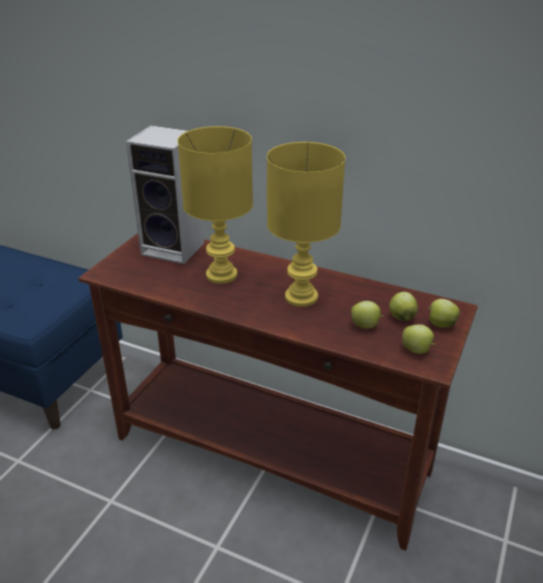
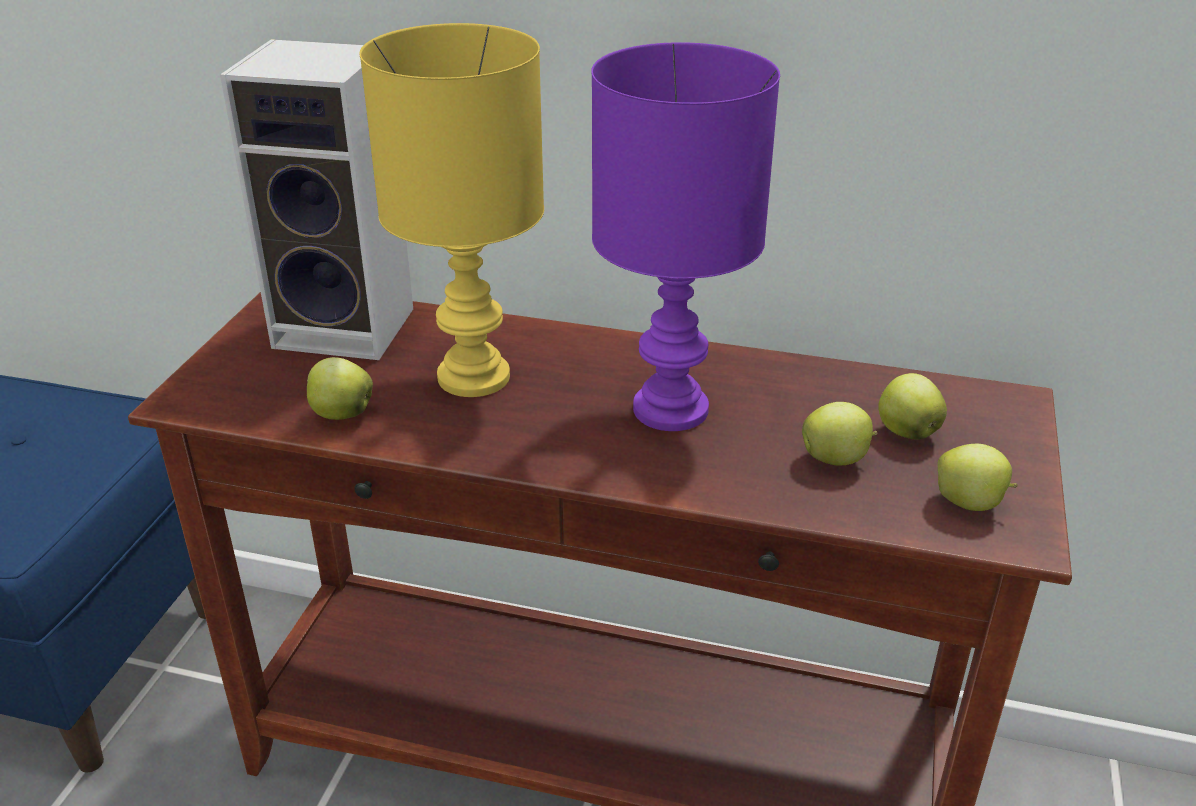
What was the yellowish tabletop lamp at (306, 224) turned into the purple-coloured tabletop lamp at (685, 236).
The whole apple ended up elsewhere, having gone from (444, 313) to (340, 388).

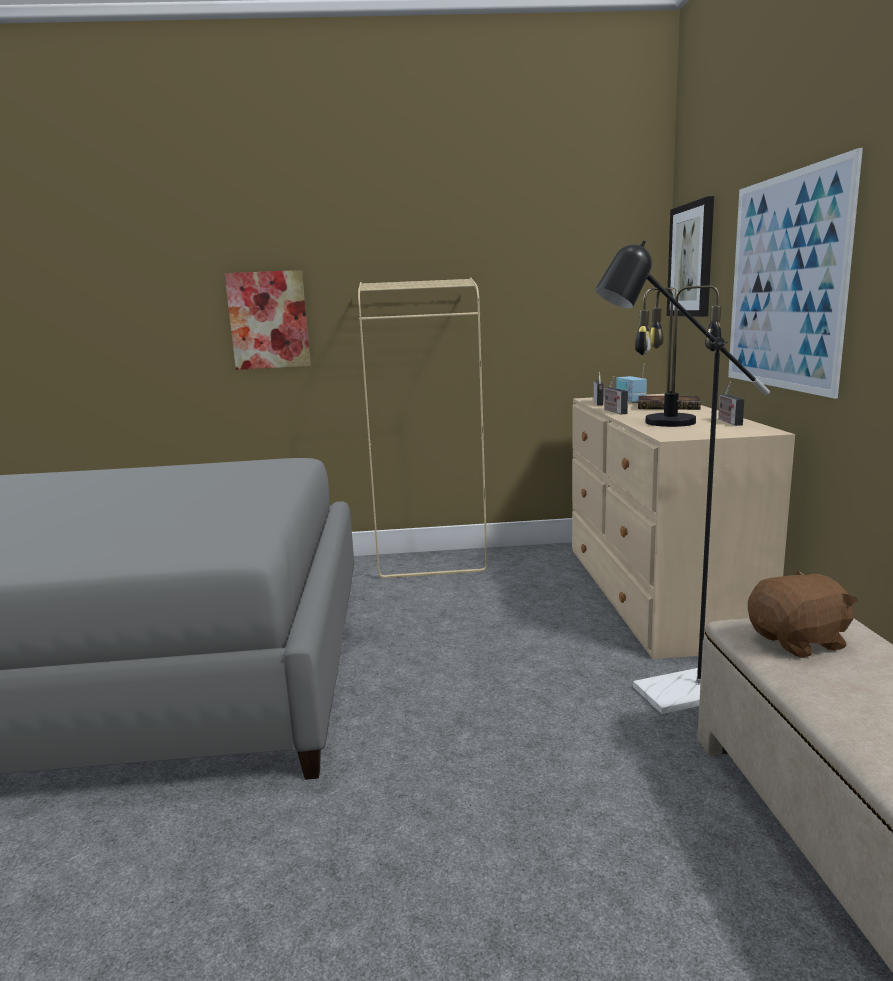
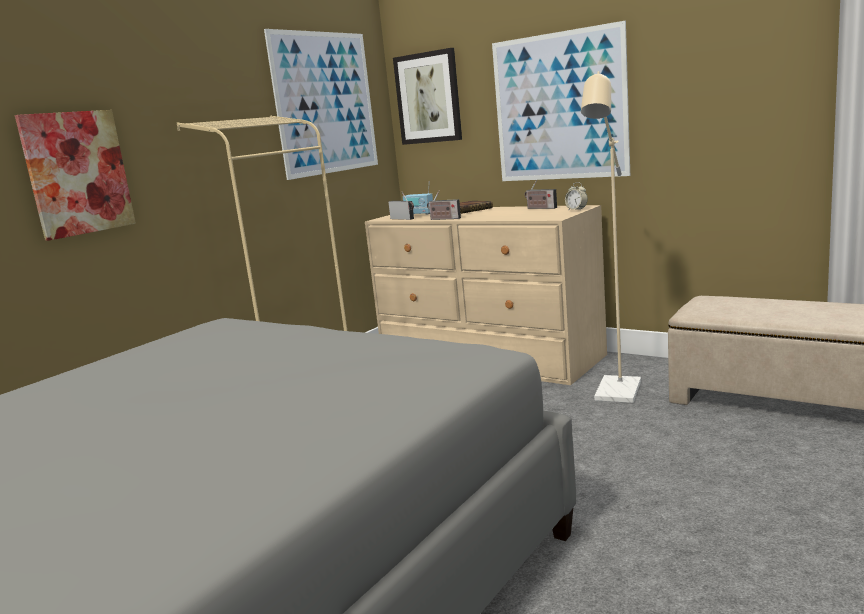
What was the blackish floor lamp at (682, 477) turned into the beige floor lamp at (611, 237).
The second view lost the tabletop lamp at (678, 356).
The second view lost the brown-coloured plush toy at (803, 614).
The second view gained the picture at (321, 104).
The second view gained the table clock at (576, 196).

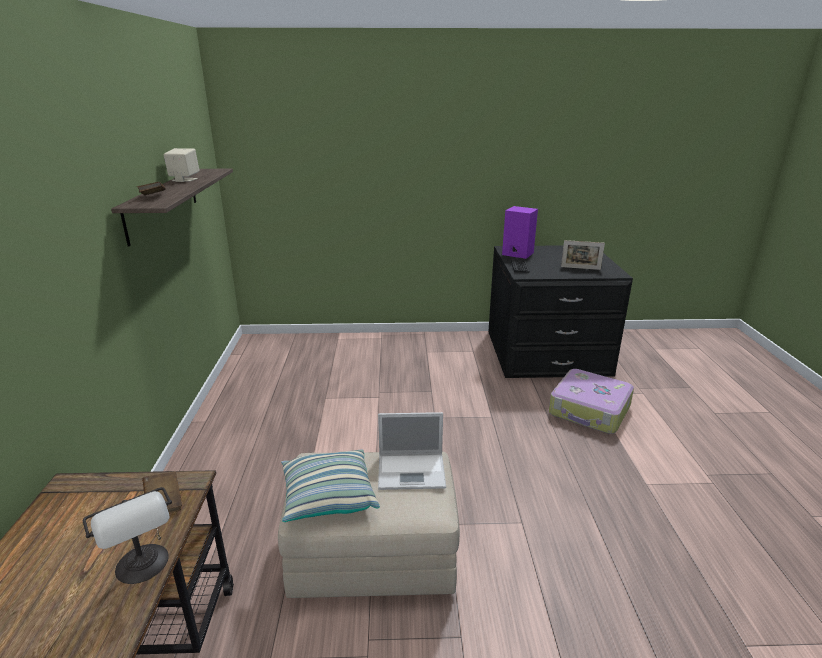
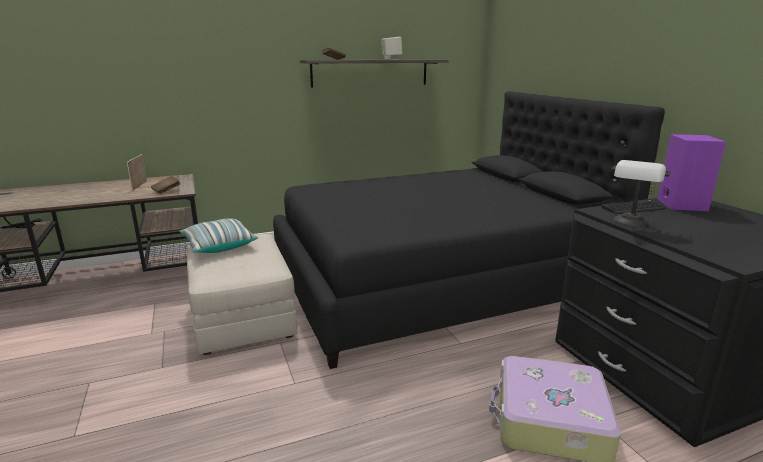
The tabletop lamp ended up elsewhere, having gone from (127, 535) to (640, 193).
The second view lost the laptop at (412, 451).
The photo frame ended up elsewhere, having gone from (583, 255) to (137, 172).
The second view gained the blackish sleeping bed at (469, 230).

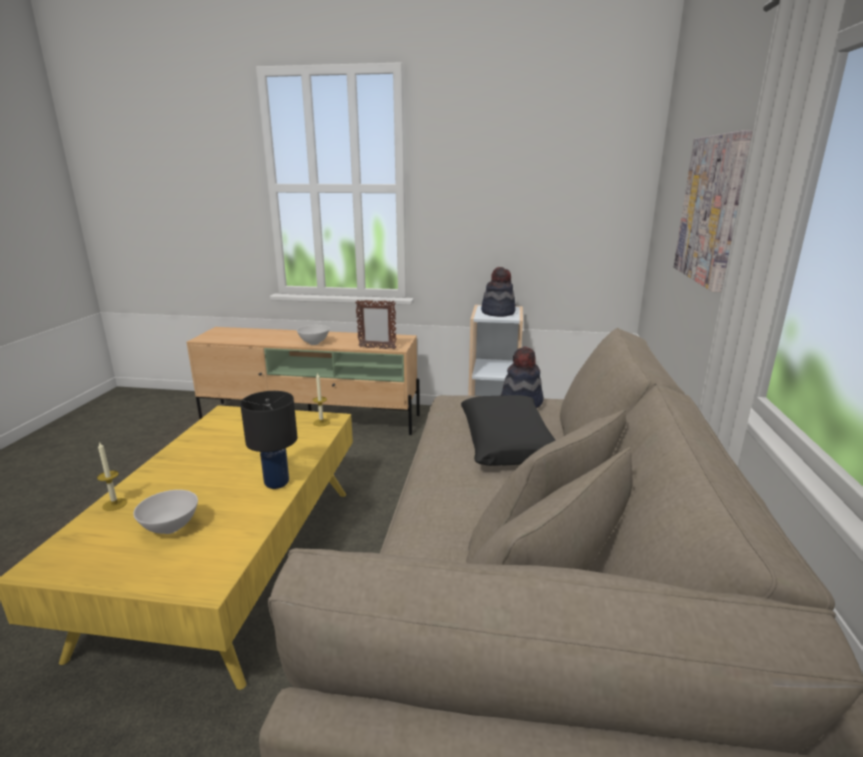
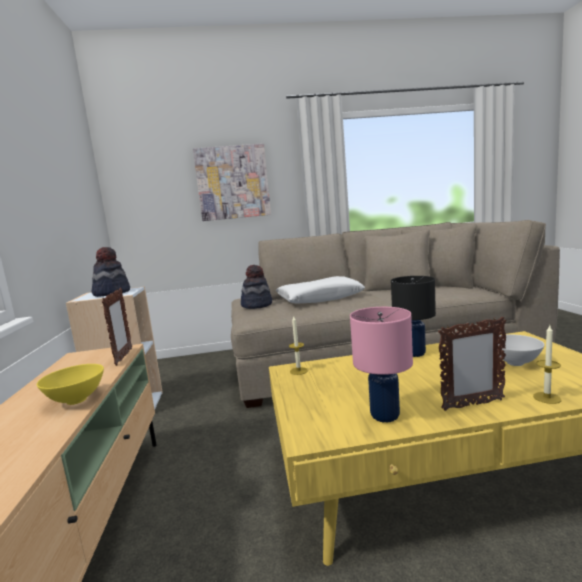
What was the white-coloured deep dish at (313, 335) turned into the yellowish deep dish at (70, 384).
What was the blackish throw pillow at (508, 430) turned into the white-coloured throw pillow at (320, 290).
The second view gained the pinkish tabletop lamp at (381, 365).
The second view gained the photo frame at (472, 364).

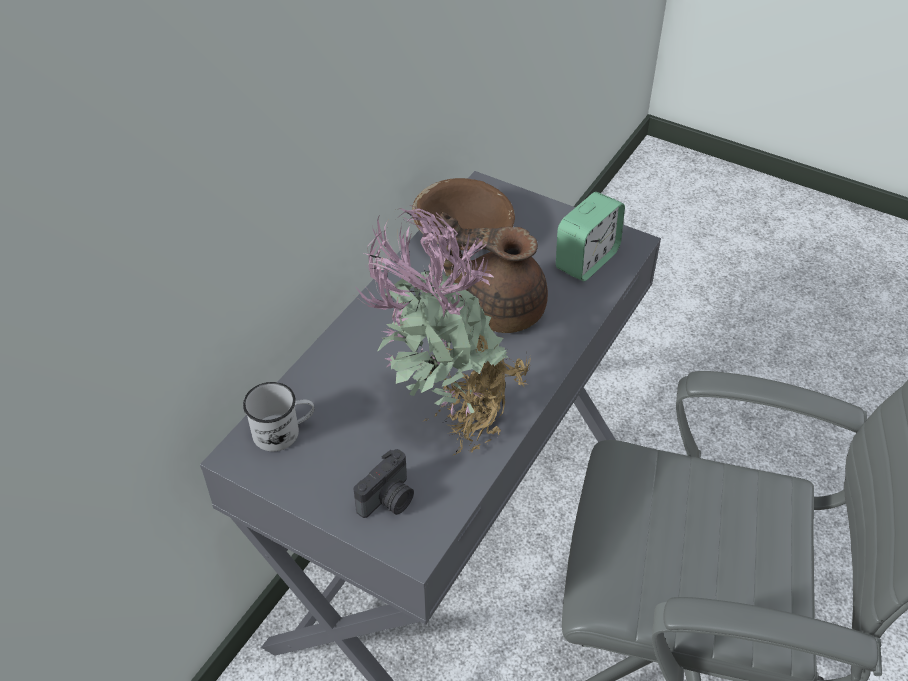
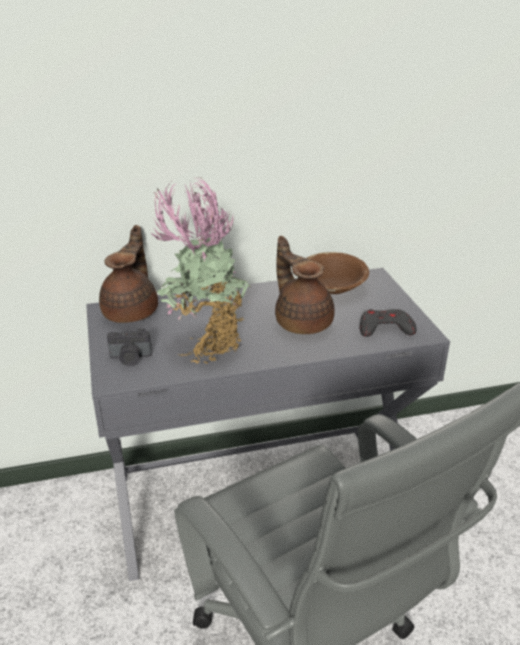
Where the white-coloured tea mug stood at (278, 416), the brown-coloured tea pot came to stand at (128, 274).
Where the table clock stood at (590, 236), the grey joypad came to stand at (388, 323).

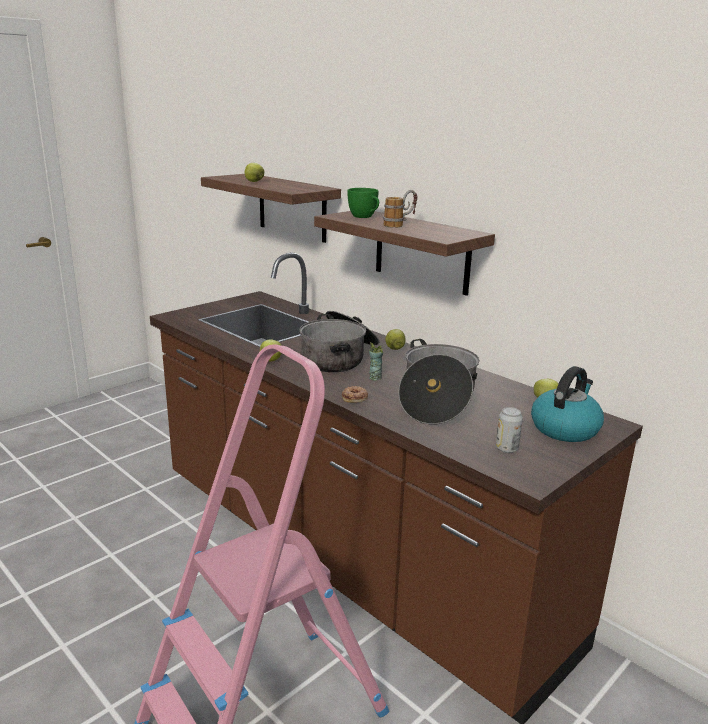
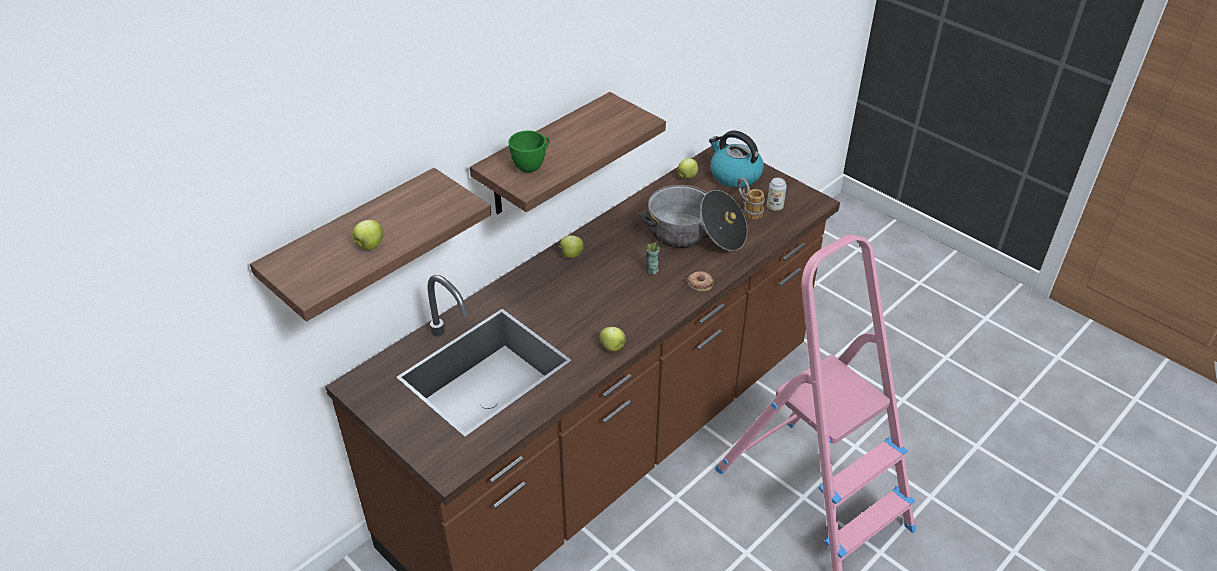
The second view lost the saucepot at (339, 341).
The tea mug ended up elsewhere, having gone from (400, 209) to (751, 198).

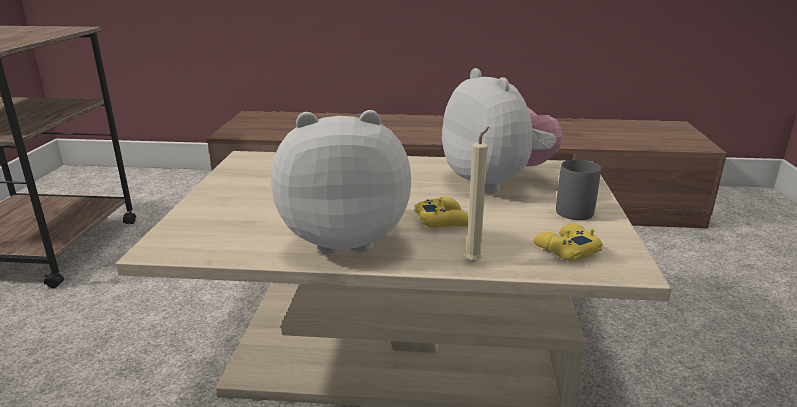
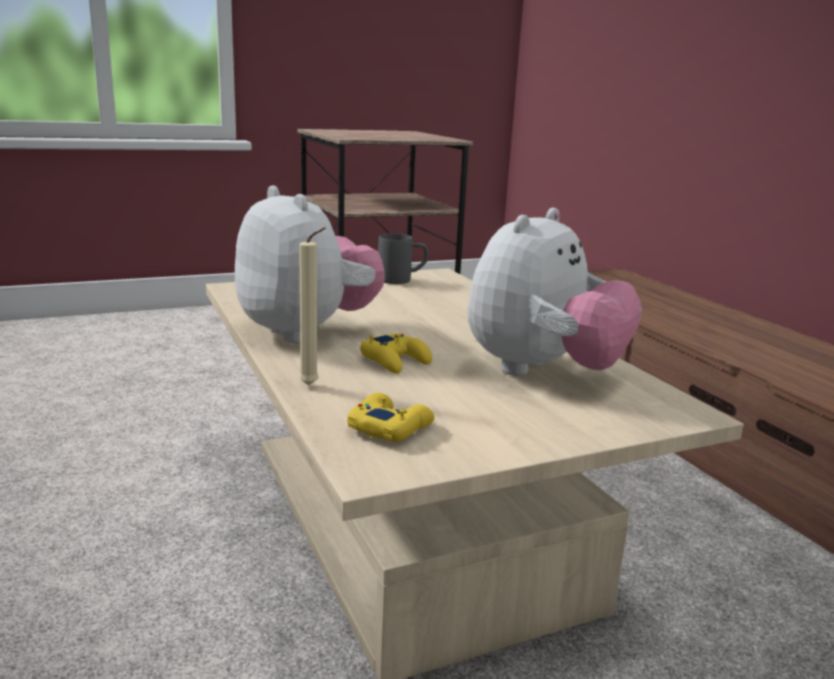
The grey tea mug ended up elsewhere, having gone from (578, 190) to (403, 258).

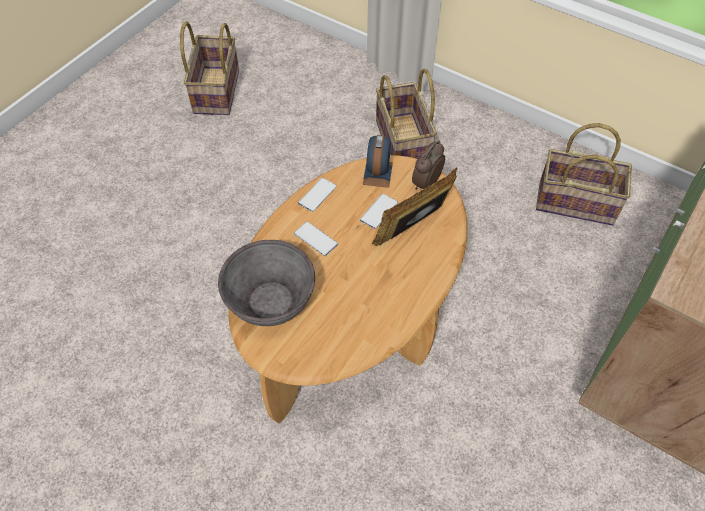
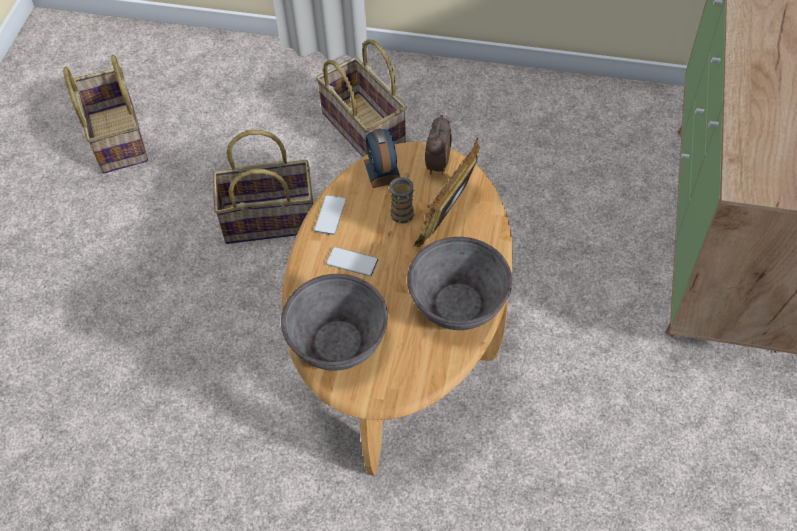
Where the phone stood at (379, 211), the tea mug came to stand at (401, 198).
The basket ended up elsewhere, having gone from (584, 174) to (263, 187).
The second view gained the grey deep dish at (459, 283).

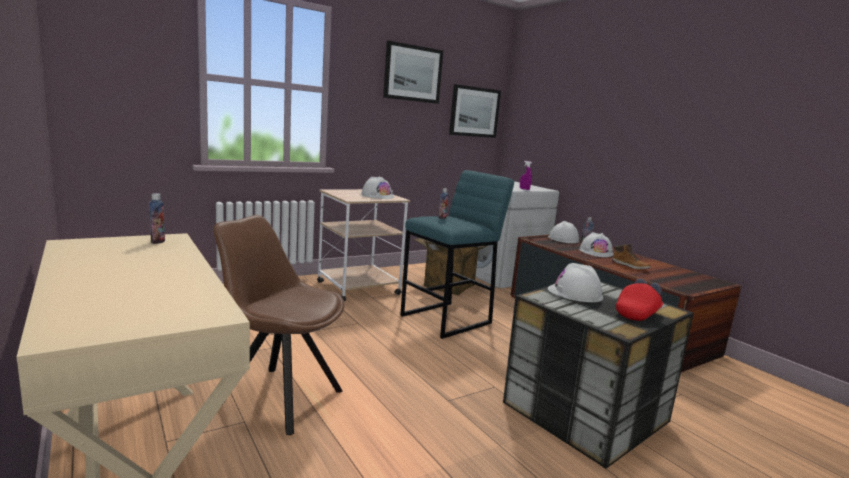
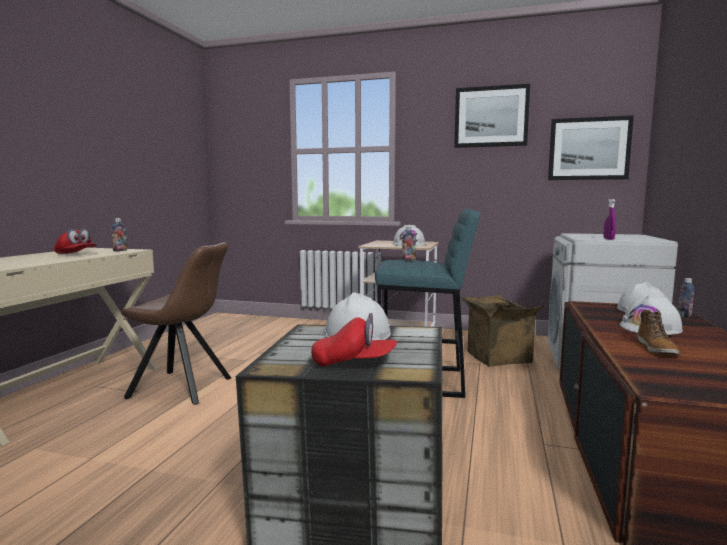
The brown-coloured chair at (278, 325) ended up facing another way, 120 degrees clockwise from before.
The second view gained the reddish cap at (75, 241).

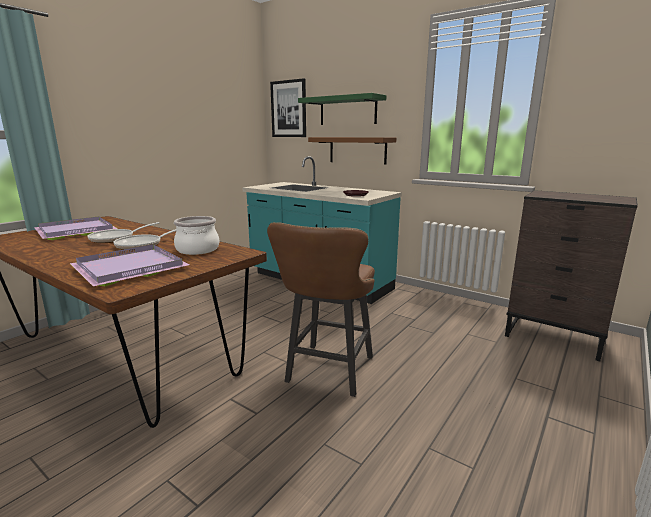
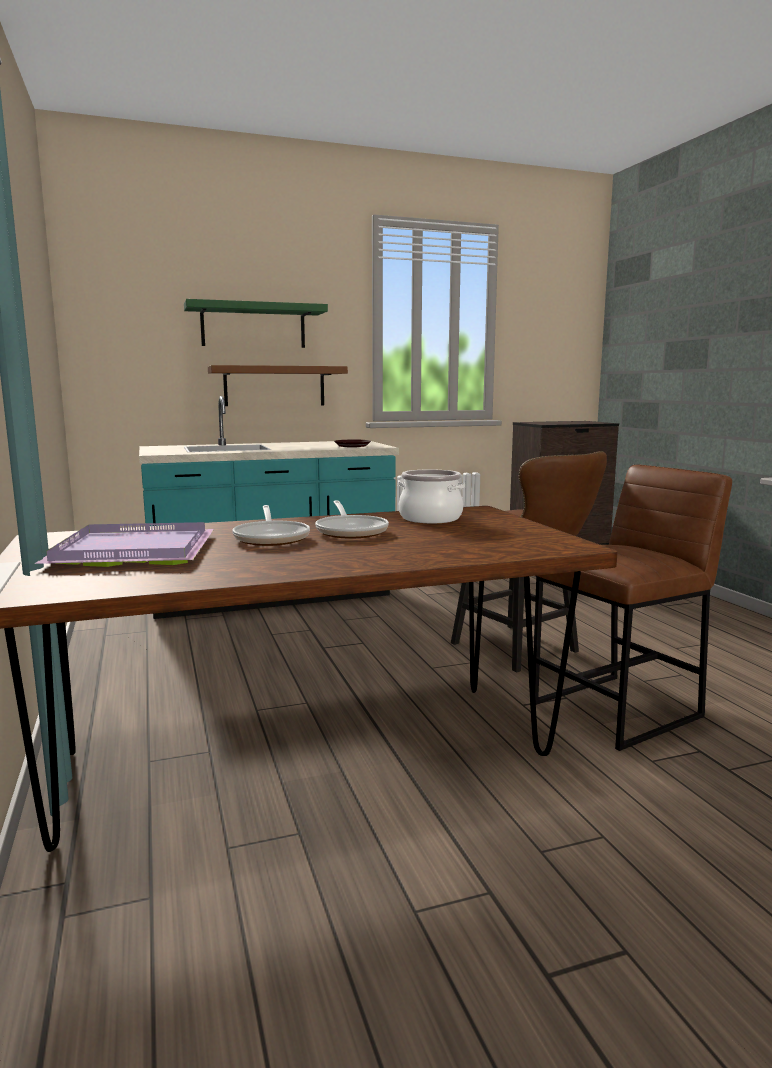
The second view lost the purple-coloured carrying tray at (130, 265).
The second view lost the picture at (288, 107).
The second view gained the brown-coloured chair at (632, 607).

